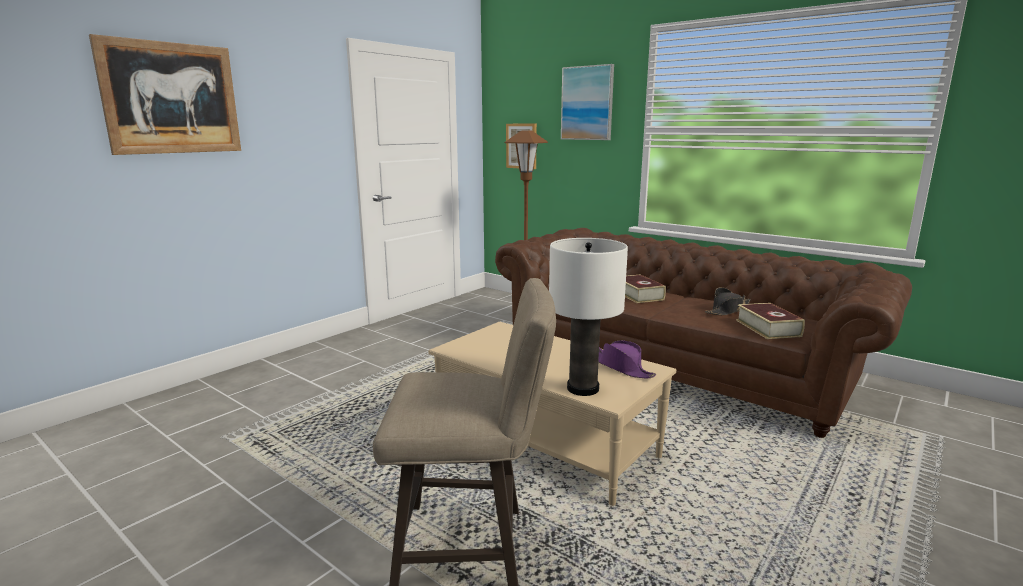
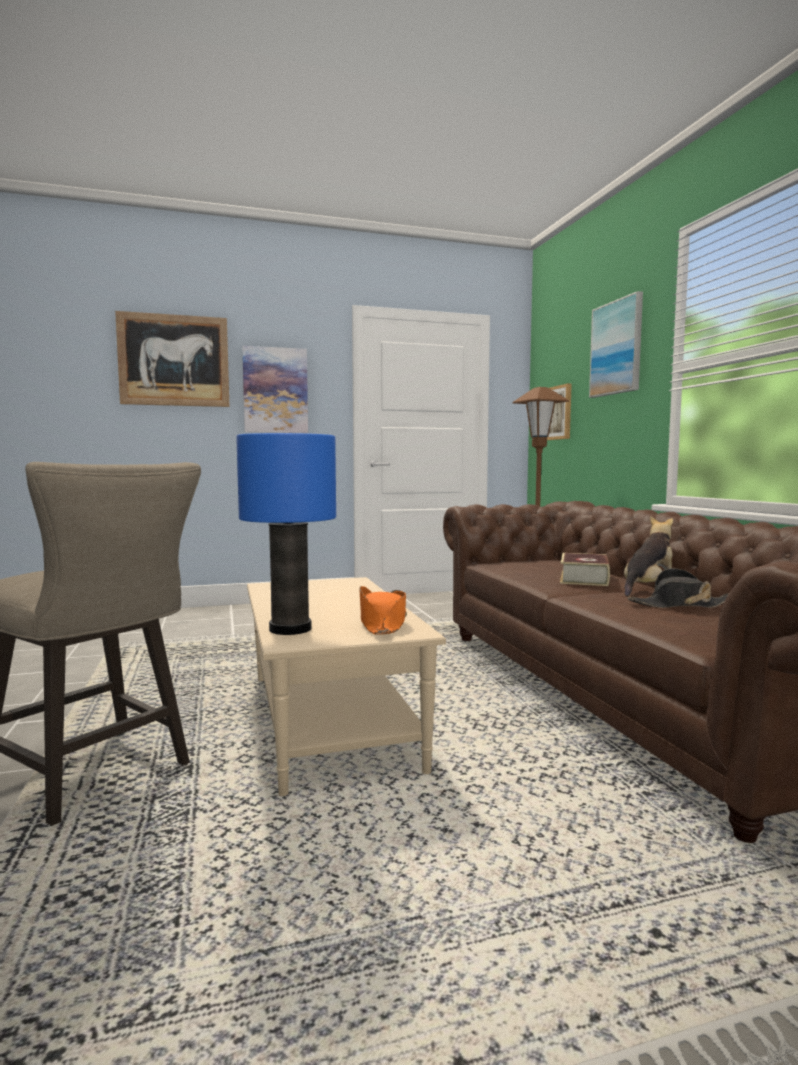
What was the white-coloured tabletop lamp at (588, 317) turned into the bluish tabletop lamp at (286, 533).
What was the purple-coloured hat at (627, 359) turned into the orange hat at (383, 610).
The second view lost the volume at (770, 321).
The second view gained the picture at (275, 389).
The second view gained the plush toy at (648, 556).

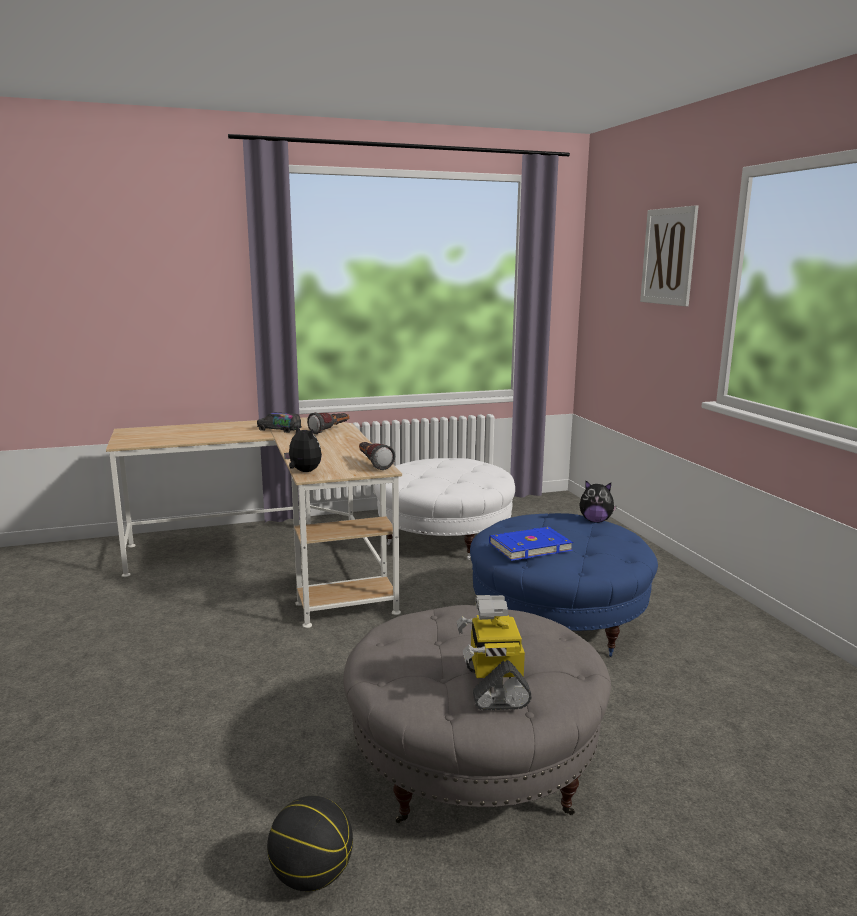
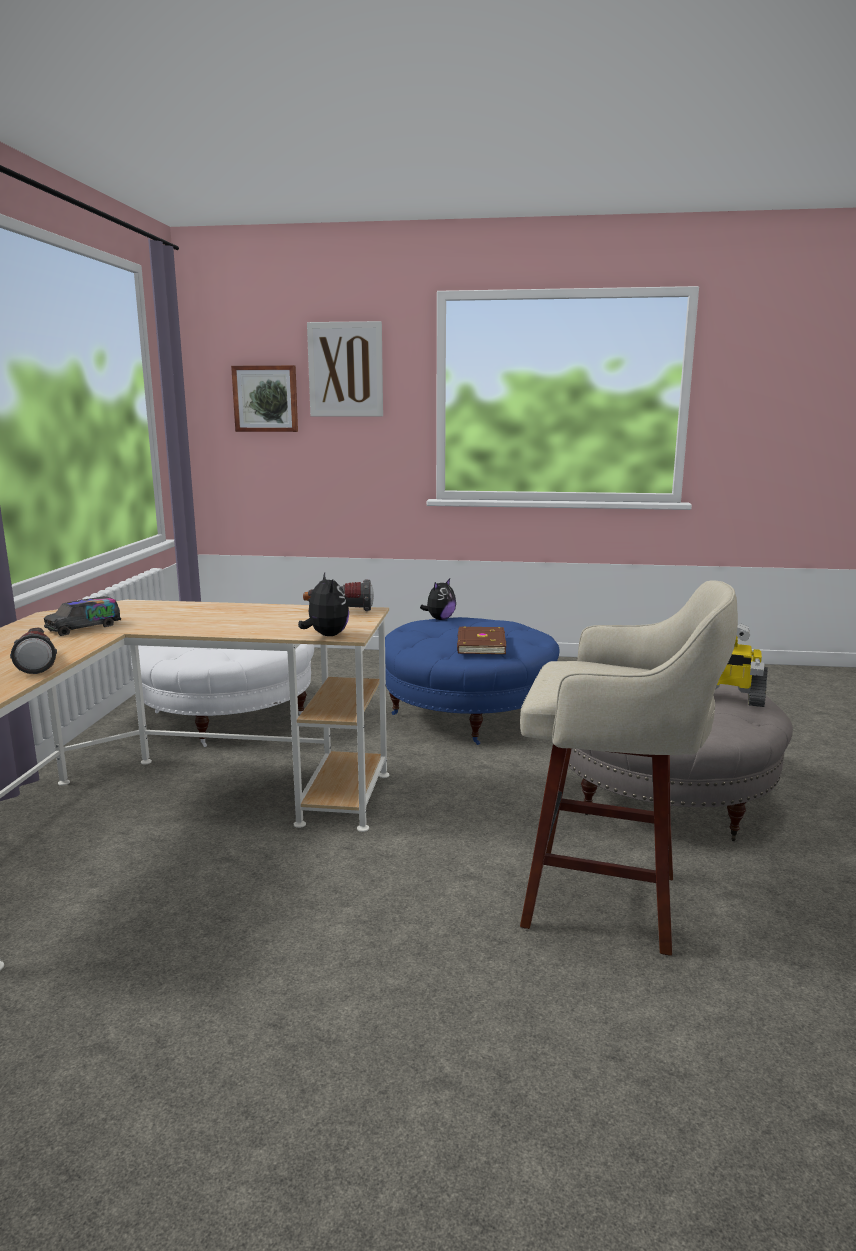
The second view lost the ball for basketball at (310, 843).
The plush toy at (303, 448) ended up facing another way, 90 degrees clockwise from before.
The flashlight ended up elsewhere, having gone from (328, 423) to (33, 651).
What was the bluish volume at (531, 544) turned into the brown-coloured volume at (481, 640).
The second view gained the picture at (264, 398).
The second view gained the beige stool seat at (629, 768).

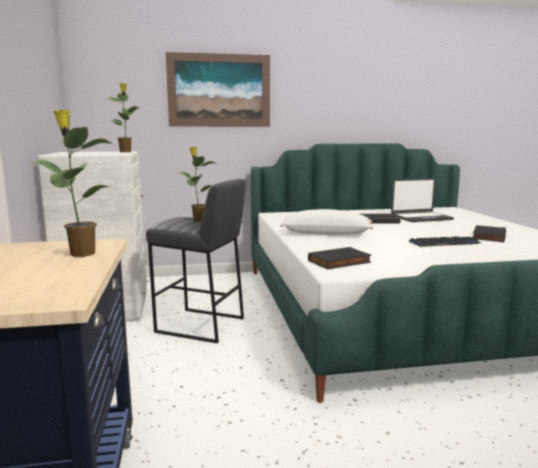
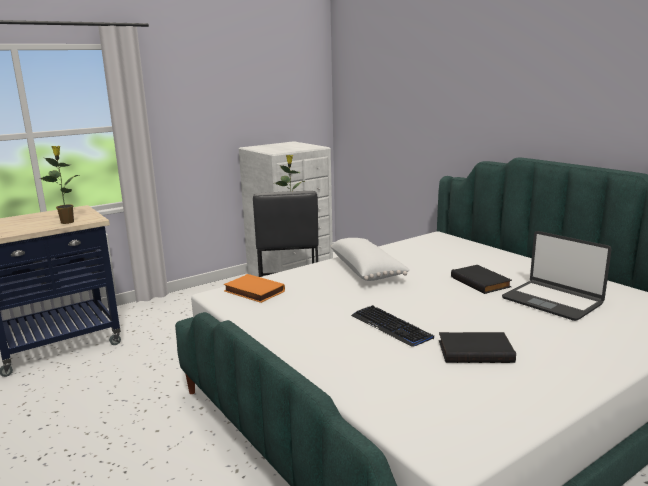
The second view lost the houseplant at (123, 117).
The second view lost the picture at (218, 89).
What was the blackish volume at (339, 258) turned into the orange volume at (254, 288).

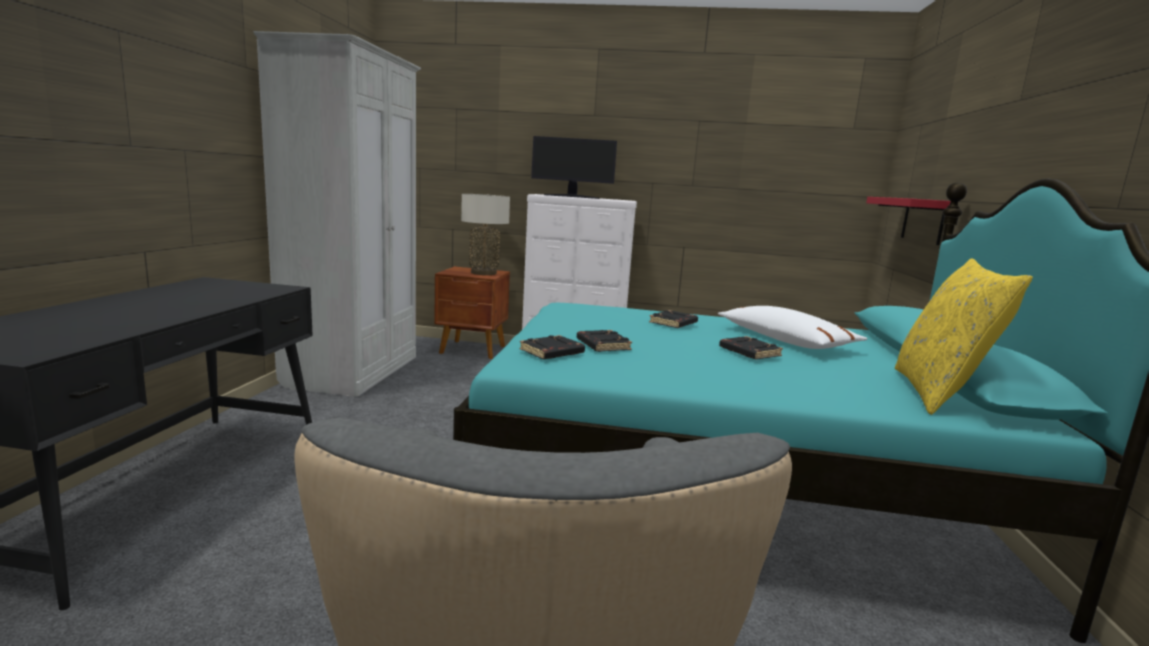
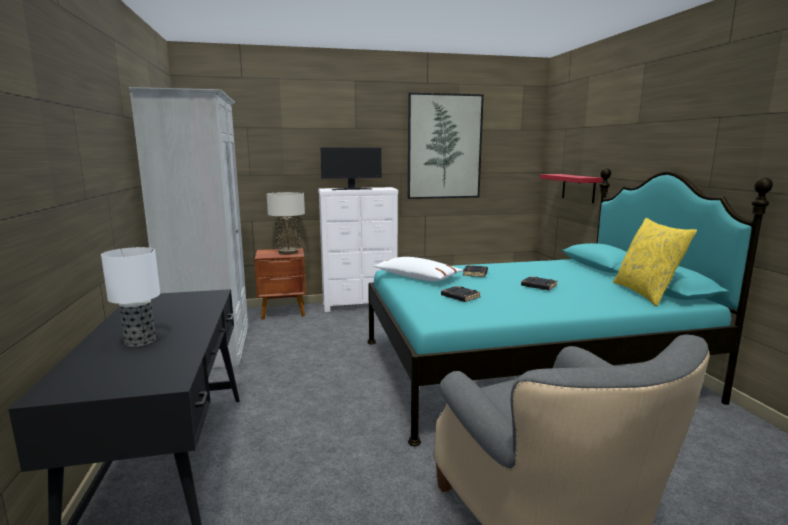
The second view lost the blackish volume at (552, 347).
The white-coloured throw pillow ended up elsewhere, having gone from (792, 327) to (418, 269).
The second view gained the tabletop lamp at (130, 297).
The second view gained the picture at (446, 146).

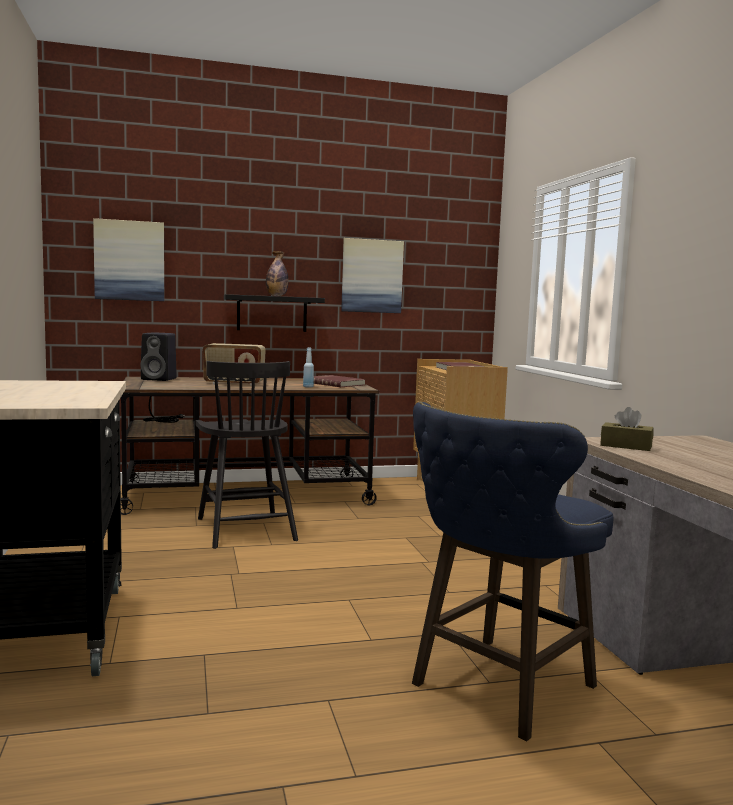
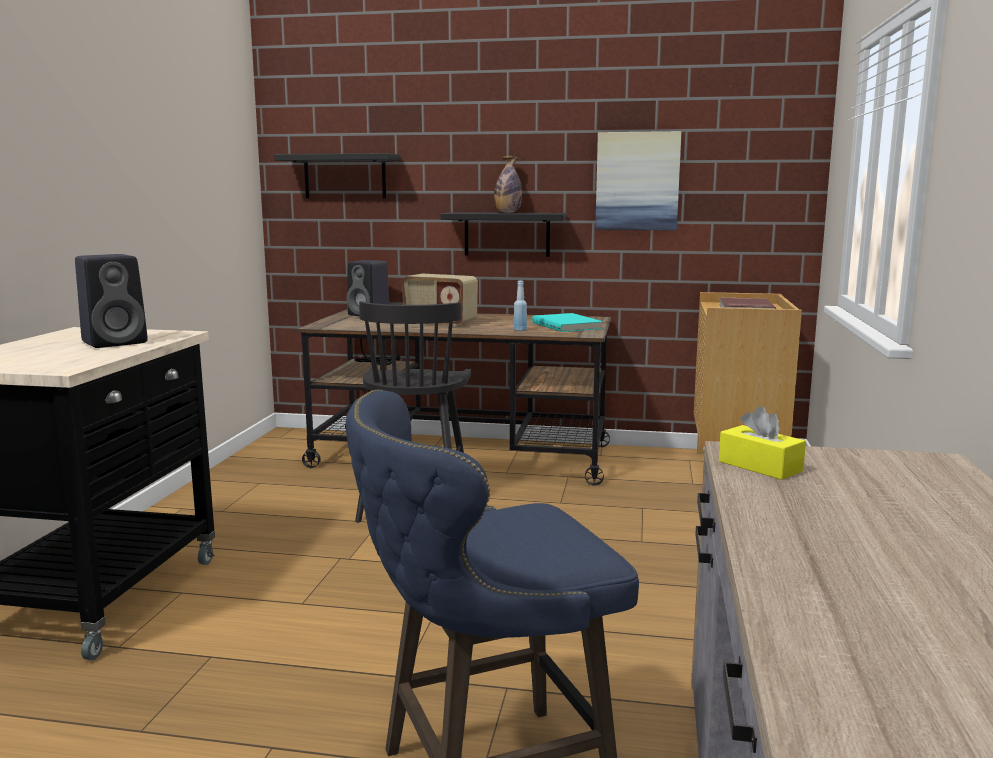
Where the picture hung at (128, 259), the blackish wall shelf came to hang at (337, 175).
What was the reddish volume at (340, 381) turned into the turquoise-coloured volume at (567, 322).
What was the brown-coloured tissue holder at (627, 429) turned into the yellowish tissue holder at (762, 443).
The second view gained the blackish audio speaker at (111, 301).

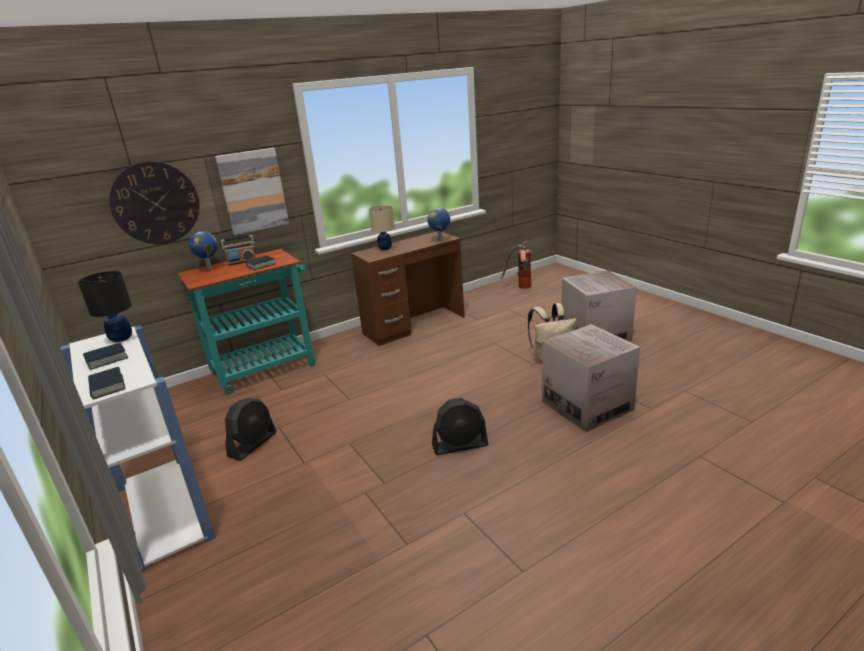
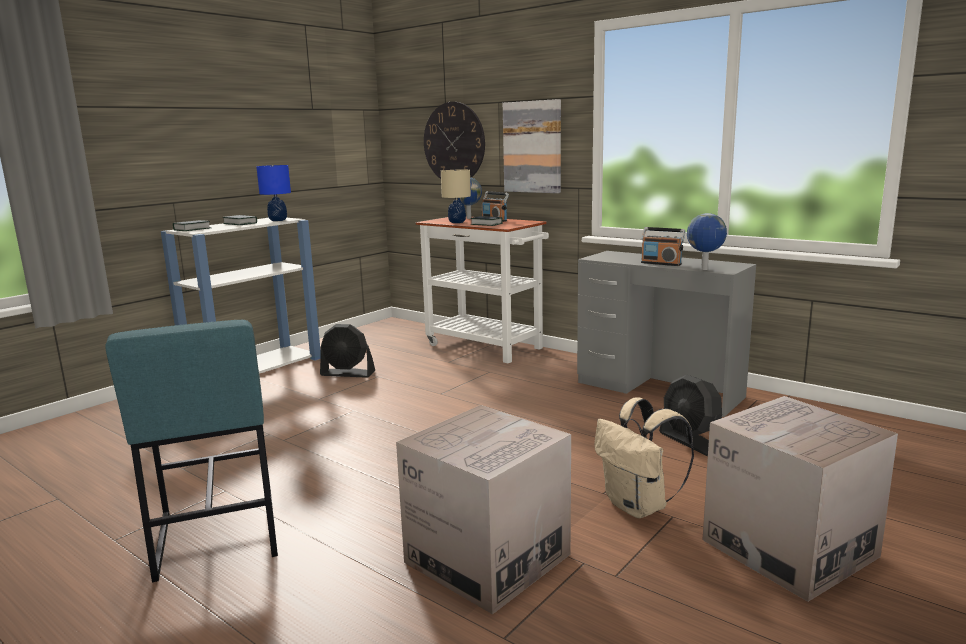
What was the blackish tabletop lamp at (105, 306) turned into the bluish tabletop lamp at (273, 193).
What was the turquoise-coloured cart at (246, 321) turned into the white-coloured cart at (482, 289).
What was the brown-coloured desk at (408, 288) turned into the grey desk at (666, 334).
The beige tabletop lamp ended up elsewhere, having gone from (382, 228) to (456, 196).
The blackish electric fan ended up elsewhere, having gone from (460, 426) to (690, 416).
The second view lost the fire extinguisher at (516, 265).
The second view gained the bluish stool seat at (191, 451).
The second view gained the radio receiver at (663, 246).

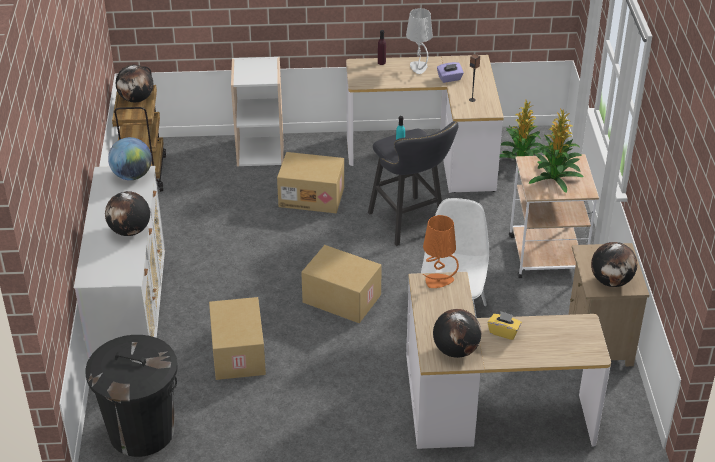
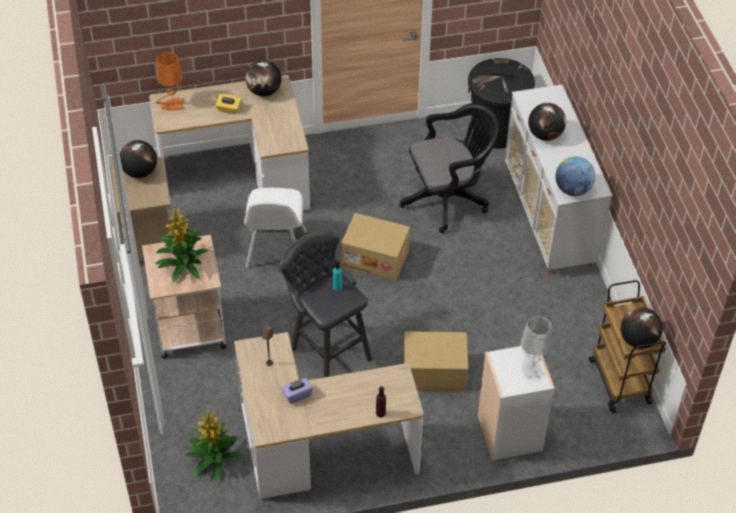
Where the cardboard box stood at (237, 338), the blackish computer chair came to stand at (449, 168).
The grey tabletop lamp ended up elsewhere, having gone from (419, 41) to (536, 347).
The orange tabletop lamp ended up elsewhere, having gone from (441, 251) to (170, 81).

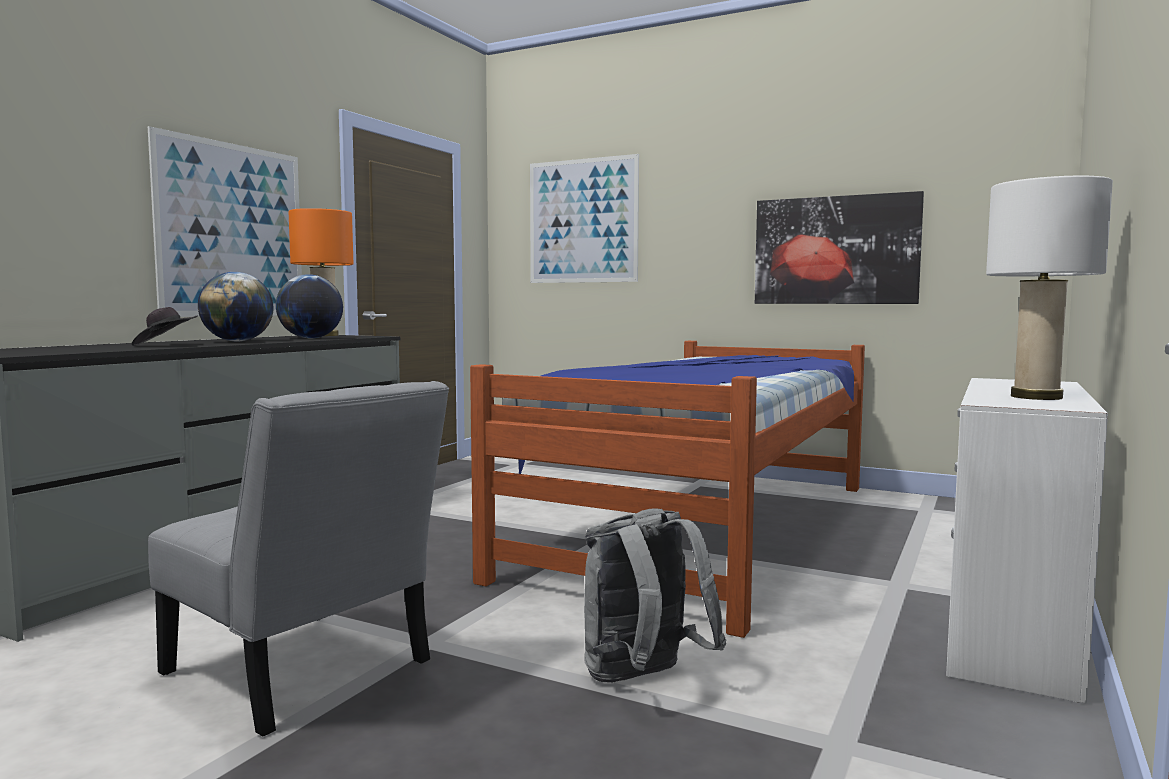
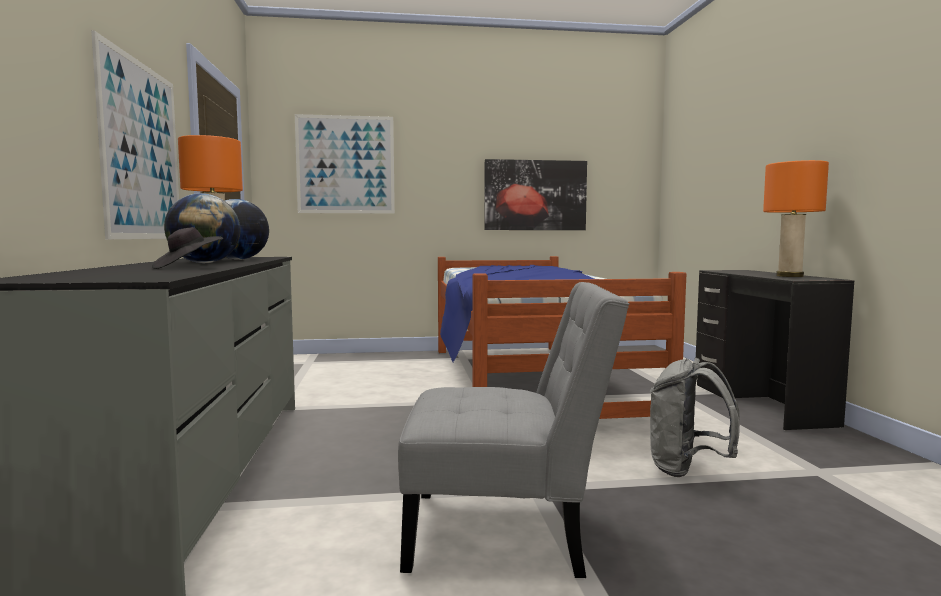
What was the white-coloured desk at (1027, 540) turned into the blackish desk at (775, 350).
What was the white-coloured tabletop lamp at (1049, 288) turned into the orange tabletop lamp at (796, 218).

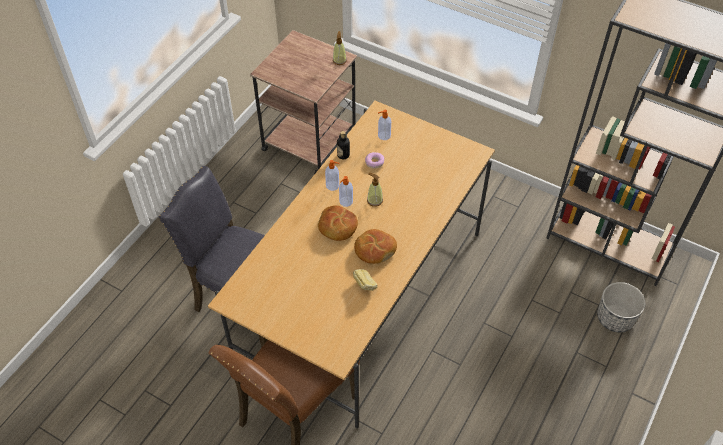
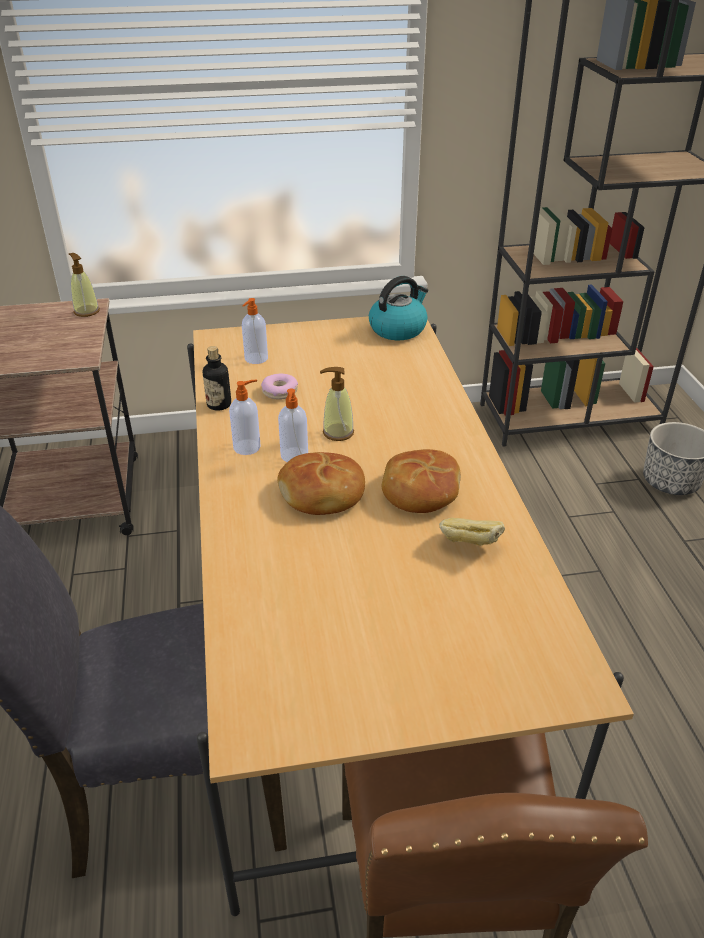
The second view gained the tea kettle at (398, 308).

